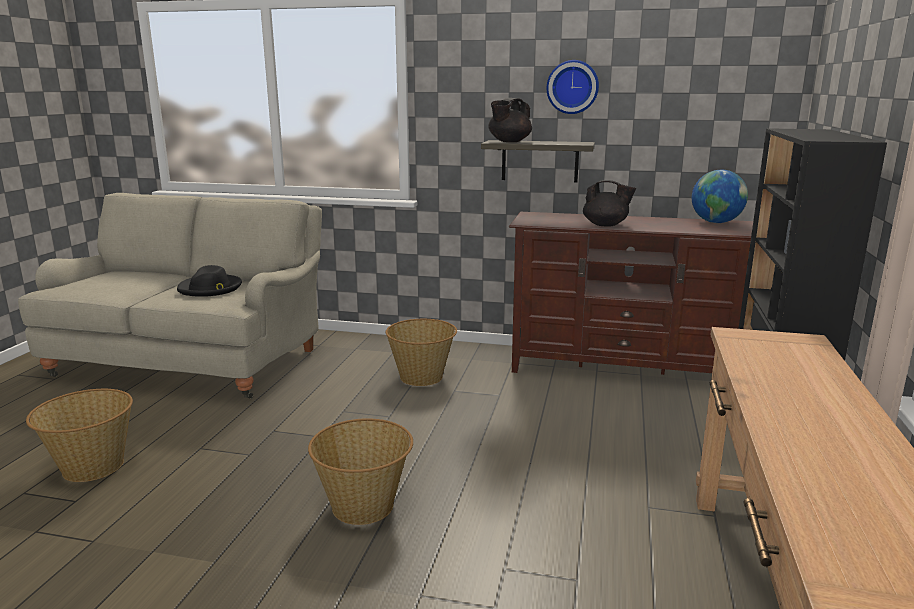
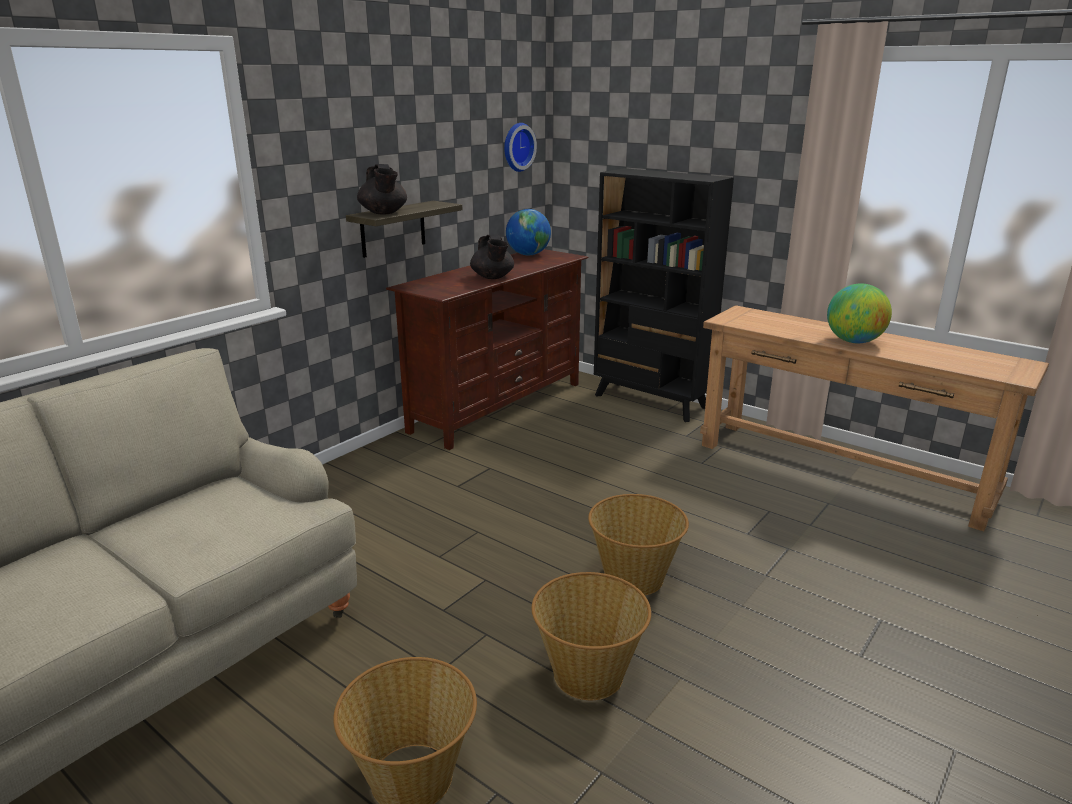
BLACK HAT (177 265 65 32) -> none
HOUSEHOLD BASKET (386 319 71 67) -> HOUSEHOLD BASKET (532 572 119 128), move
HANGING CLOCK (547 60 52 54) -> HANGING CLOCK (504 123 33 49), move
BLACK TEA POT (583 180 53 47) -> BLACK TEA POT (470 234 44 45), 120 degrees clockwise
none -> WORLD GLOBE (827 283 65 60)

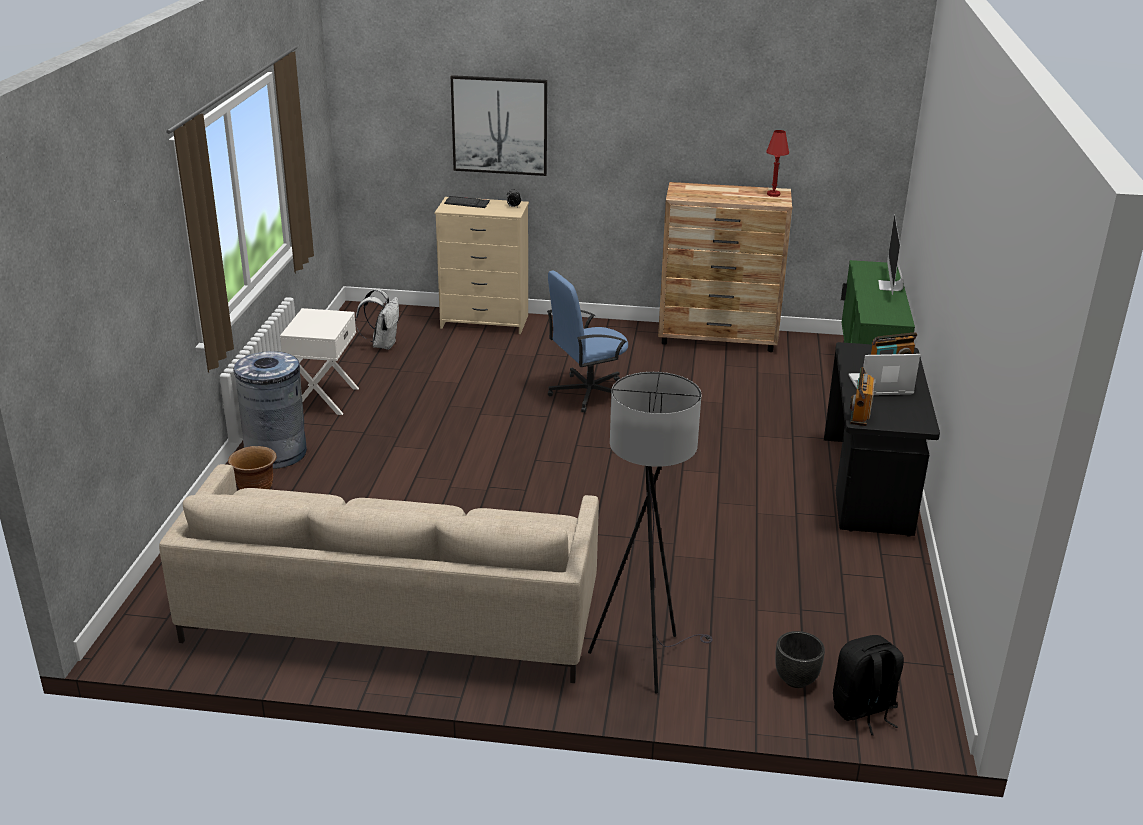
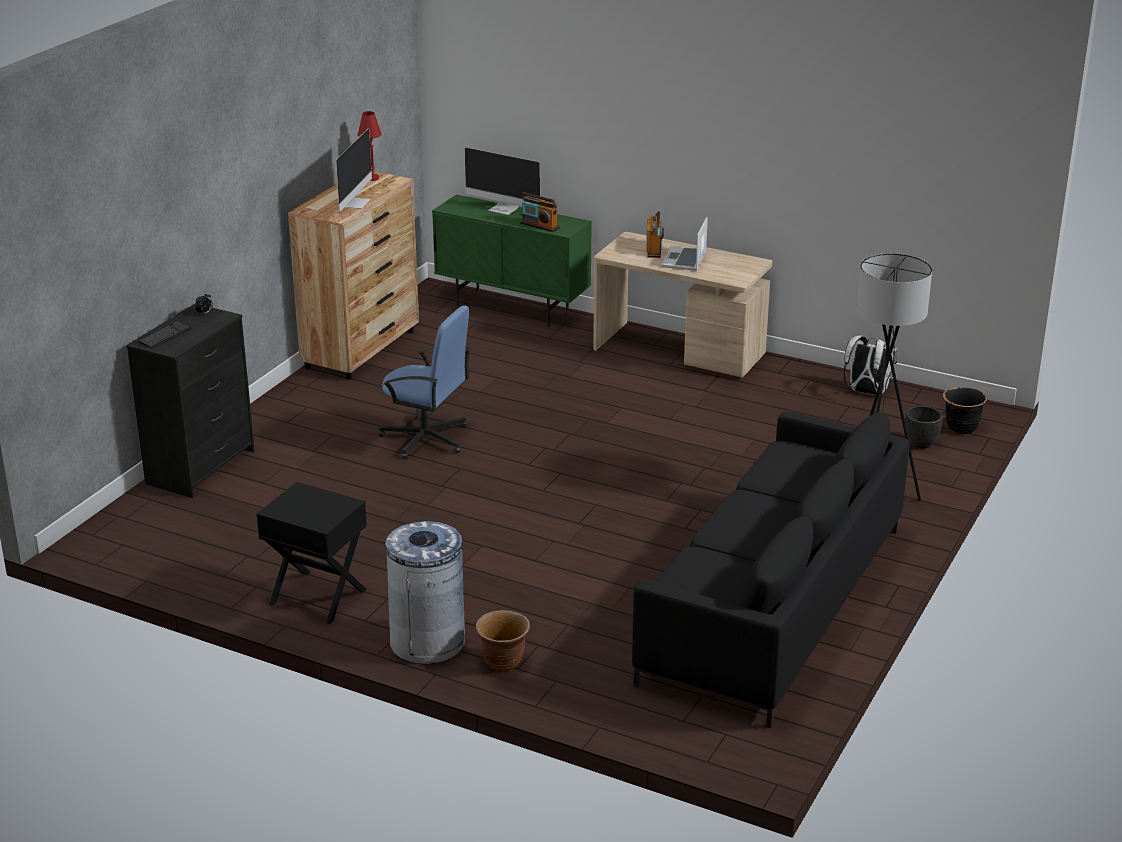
BEIGE-COLOURED COUCH (159 464 440 219) -> BLACK COUCH (632 412 278 316)
WHITE NIGHTSTAND (280 308 79 107) -> BLACK NIGHTSTAND (257 482 110 142)
WHITE RUCKSACK (355 289 44 61) -> WHITE RUCKSACK (844 336 54 59), move
BEIGE-COLOURED DRESSER (435 197 94 137) -> BLACK DRESSER (126 304 129 194)
WALL PICTURE (451 75 96 101) -> none
BLUISH DESK CHAIR (547 271 81 142) -> BLUISH DESK CHAIR (379 305 92 154), 60 degrees counterclockwise
BLACK DESK UNIT (824 342 116 195) -> BEIGE-COLOURED DESK UNIT (593 232 180 145)
BLACK RUCKSACK (833 635 71 100) -> BLACK FLOWER POT (942 387 46 47)
RADIO SET (850 367 25 59) -> RADIO SET (520 192 40 40), move
none -> MONITOR (336 128 36 84)

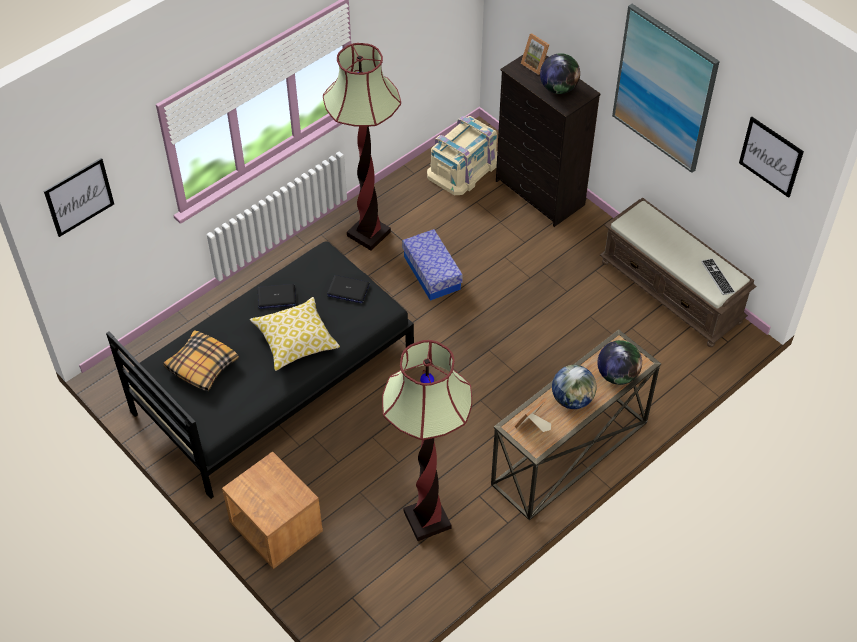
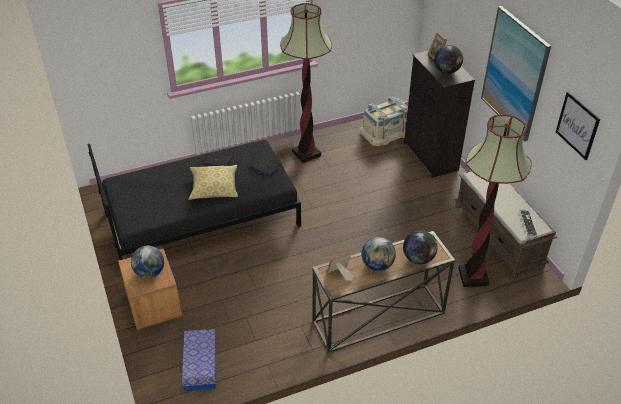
WALL PICTURE (44 158 70 79) -> none
PILLOW (163 330 76 61) -> none
FLOOR LAMP (382 340 90 201) -> FLOOR LAMP (458 114 74 173), move
STORAGE CONTAINER (402 229 61 72) -> STORAGE CONTAINER (182 329 34 62), move
none -> WORLD GLOBE (131 246 33 33)

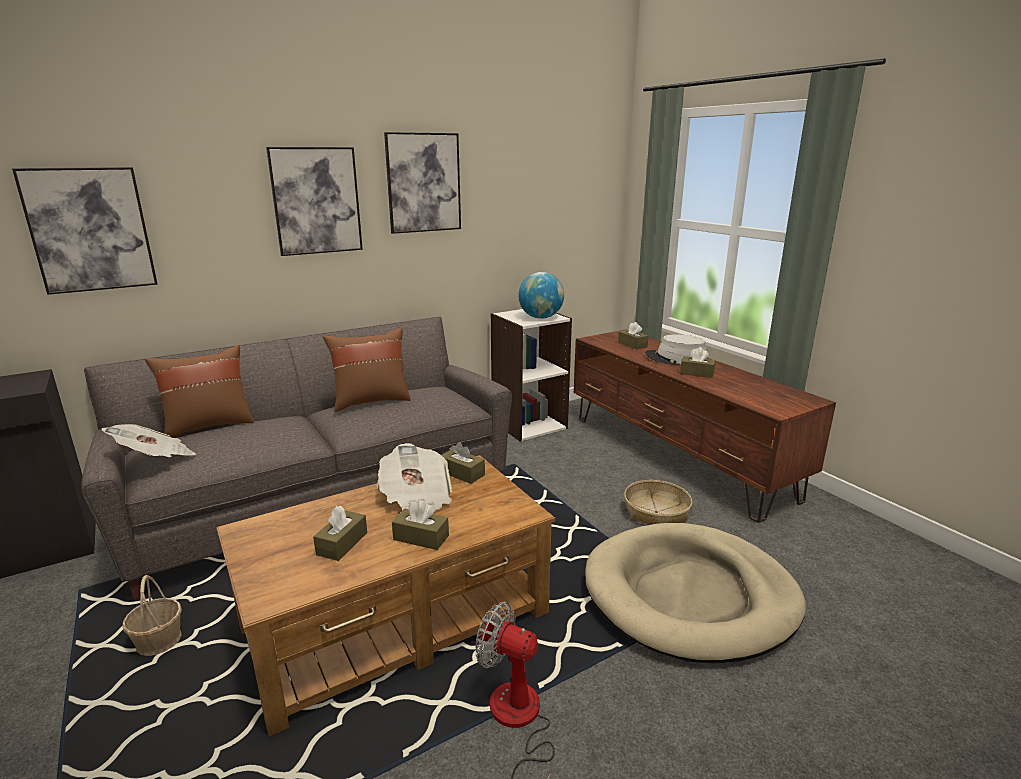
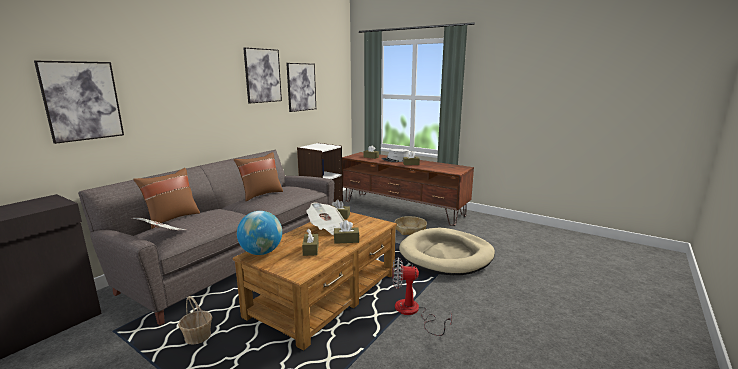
WALL PICTURE (266 147 97 109) -> WALL PICTURE (286 63 30 49), move
WORLD GLOBE (518 272 46 47) -> WORLD GLOBE (237 211 45 44), move

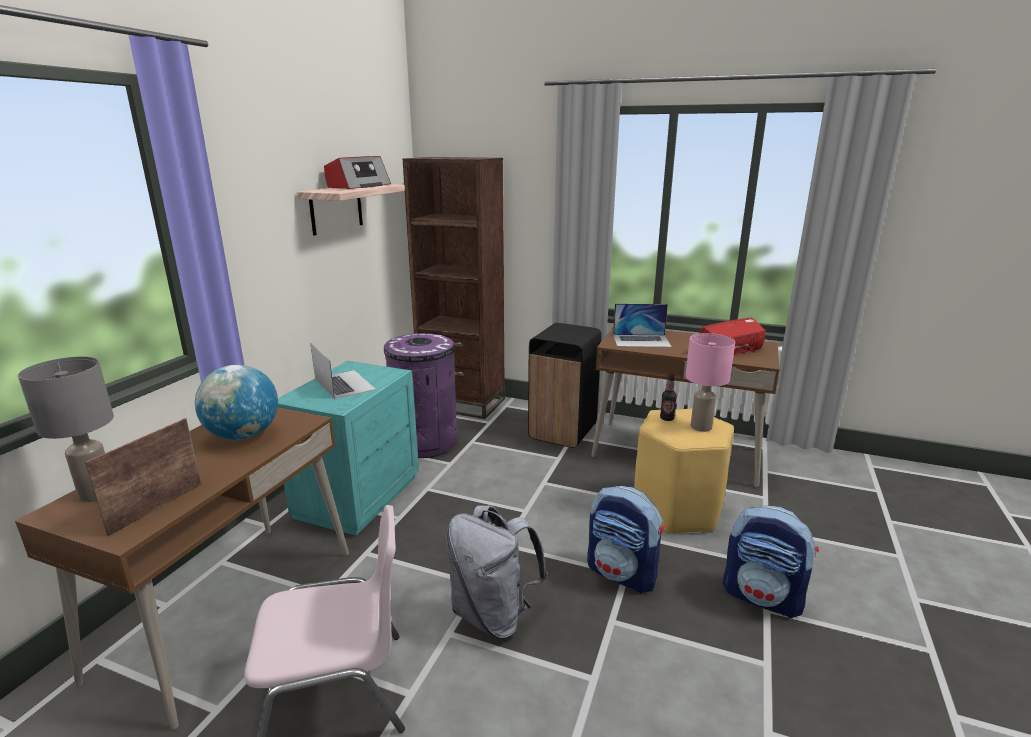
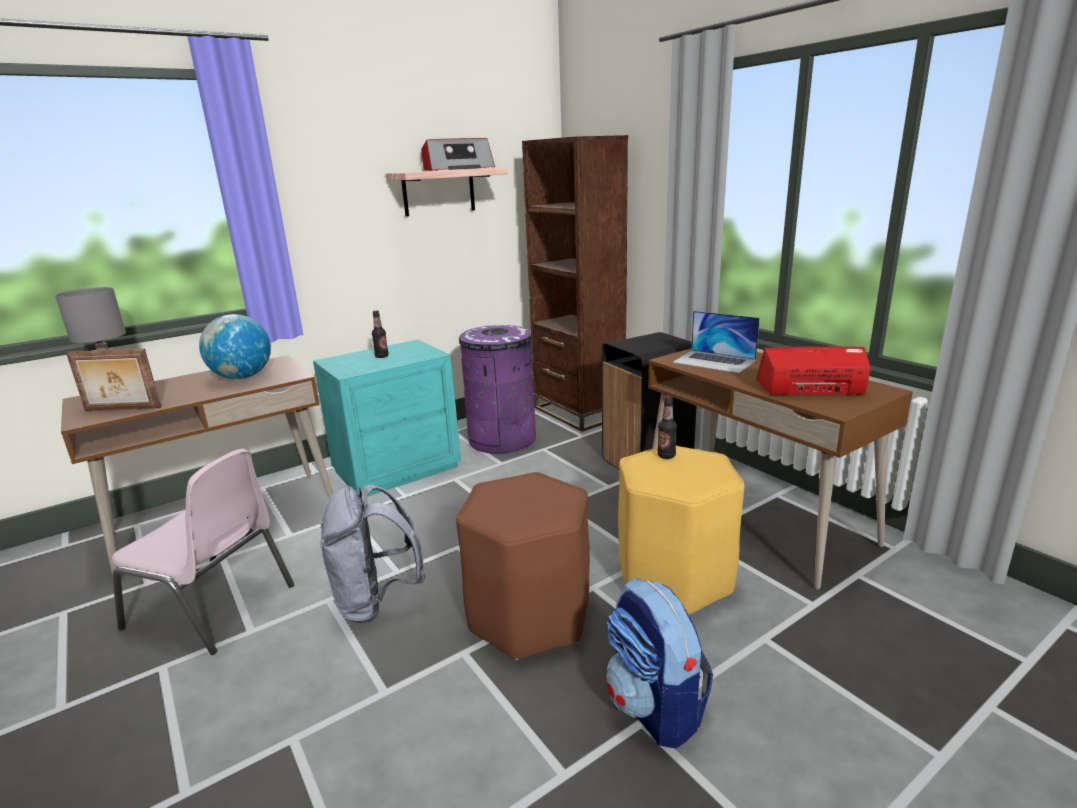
PICTURE FRAME (85 418 116 118) -> PICTURE FRAME (66 349 95 62), 150 degrees counterclockwise
LAPTOP (310 343 66 56) -> BEVERAGE BOTTLE (372 310 17 48)
RUCKSACK (587 486 78 107) -> BROWNISH SITTING STOOL (456 472 134 188)
PINK LAMP FOR A TABLE (685 333 50 99) -> none

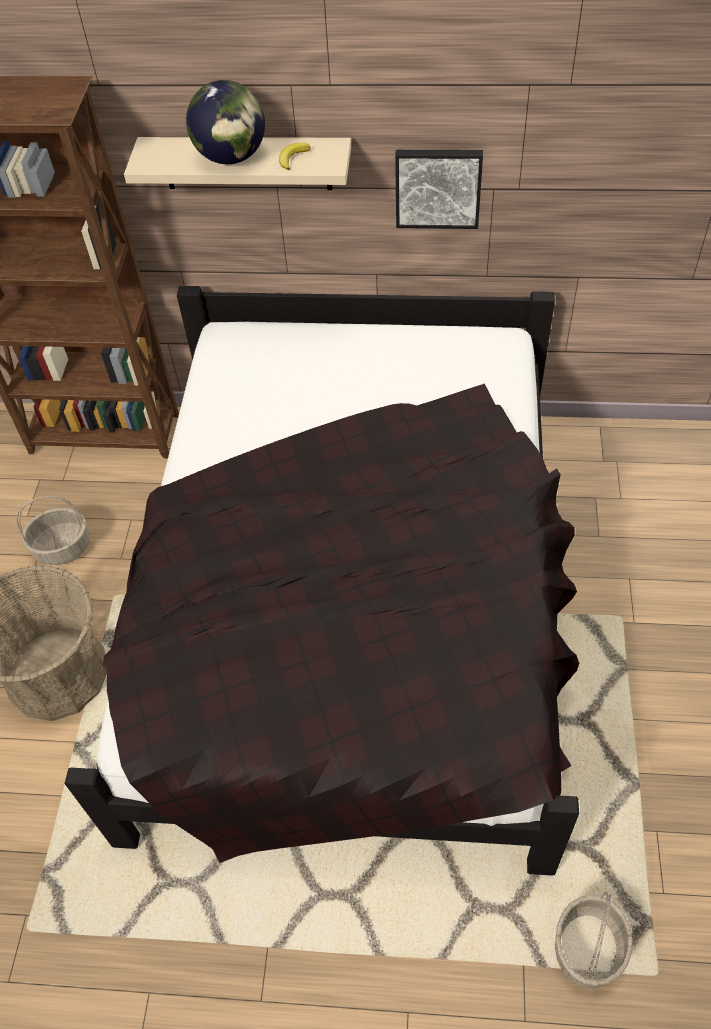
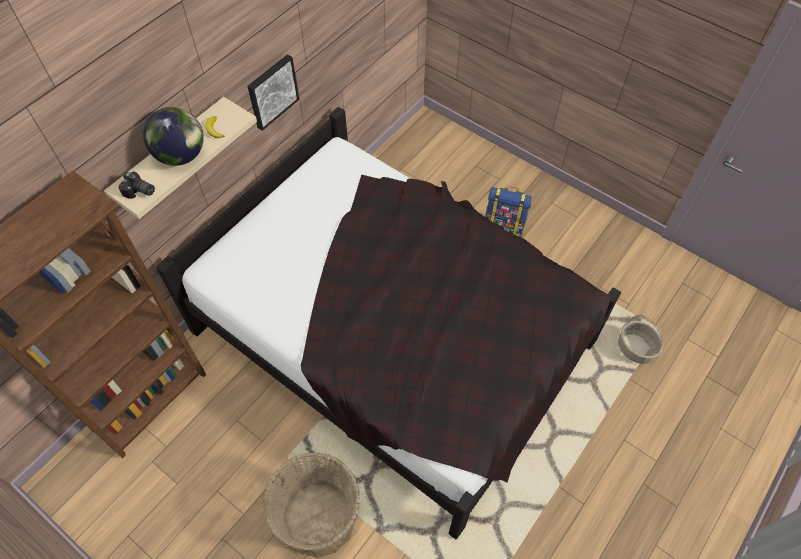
HOUSEHOLD BASKET (17 496 73 69) -> none
none -> STILL CAMERA (118 171 37 28)
none -> RUCKSACK (485 186 47 52)

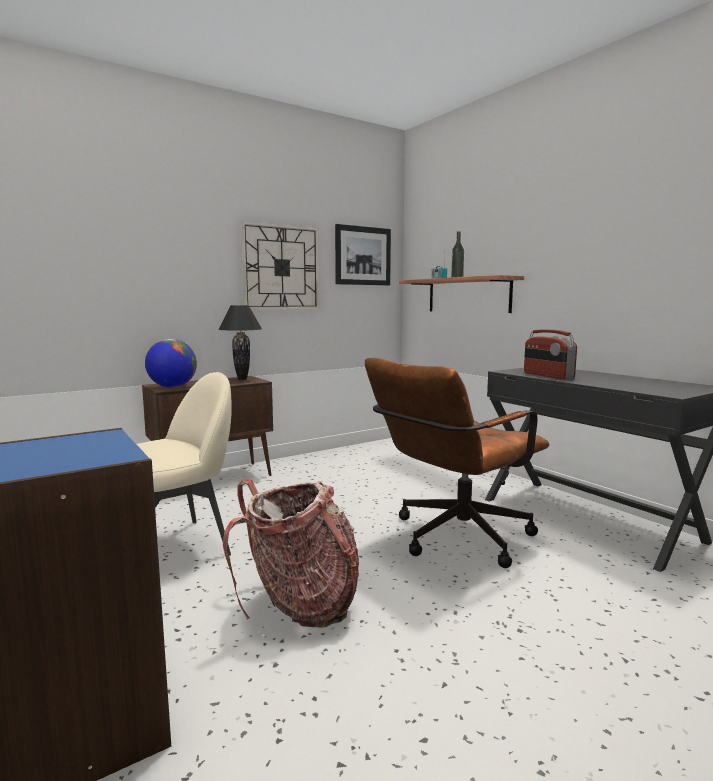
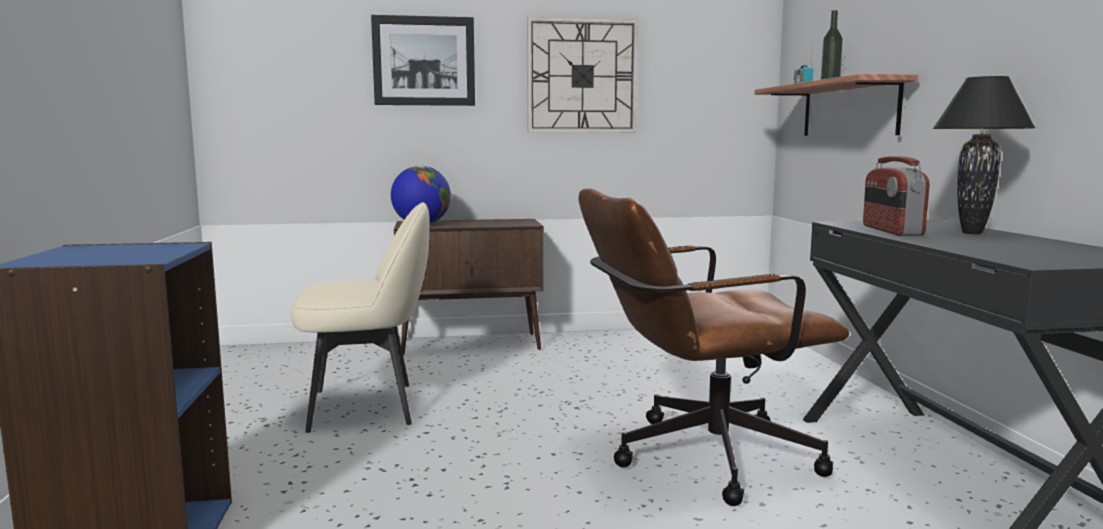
BLACK LAMP FOR A TABLE (218 305 44 75) -> BLACK LAMP FOR A TABLE (932 76 104 158), move
RUCKSACK (223 479 136 149) -> none
WALL PICTURE (335 224 56 61) -> WALL PICTURE (371 15 104 91), move

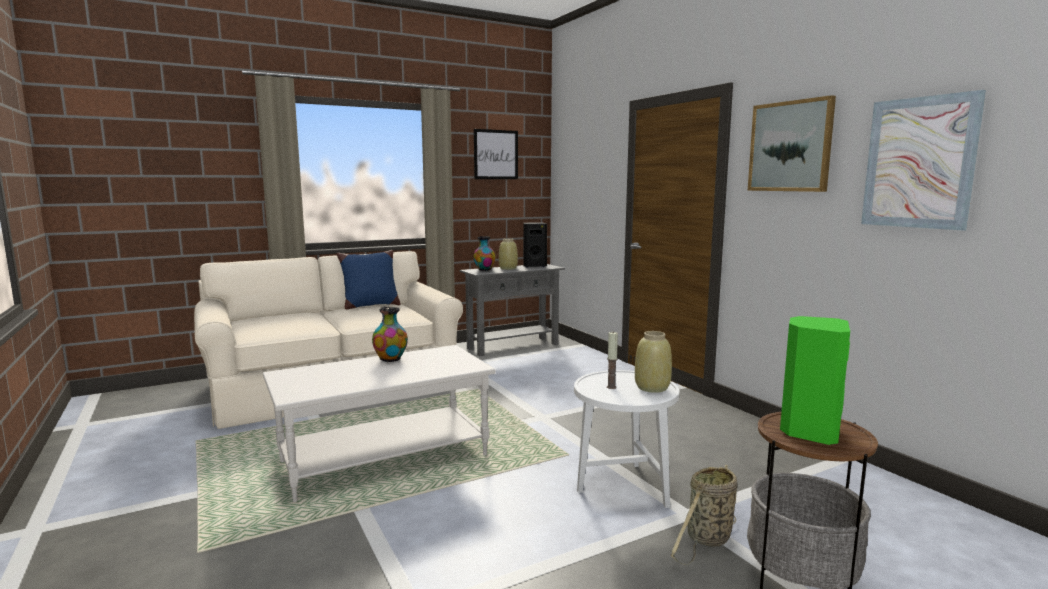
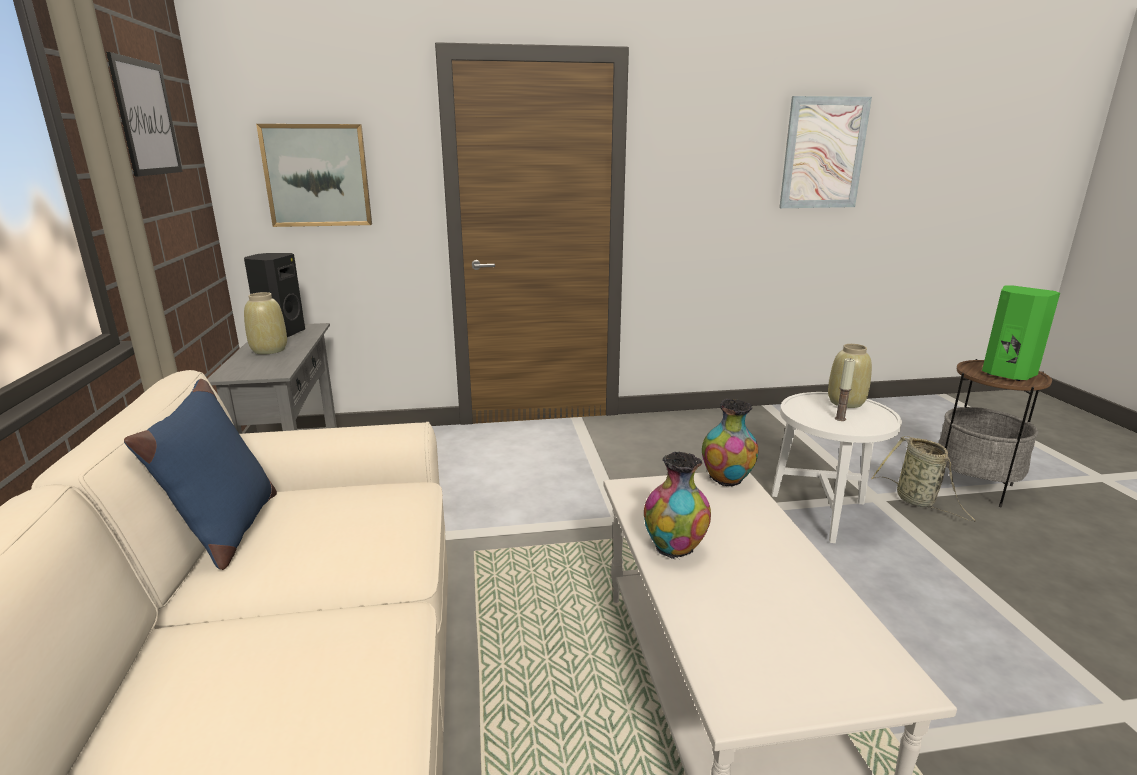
FLOWER VASE (473 236 23 35) -> FLOWER VASE (702 398 56 88), move
WALL PICTURE (748 95 88 97) -> WALL PICTURE (256 124 116 103), move

